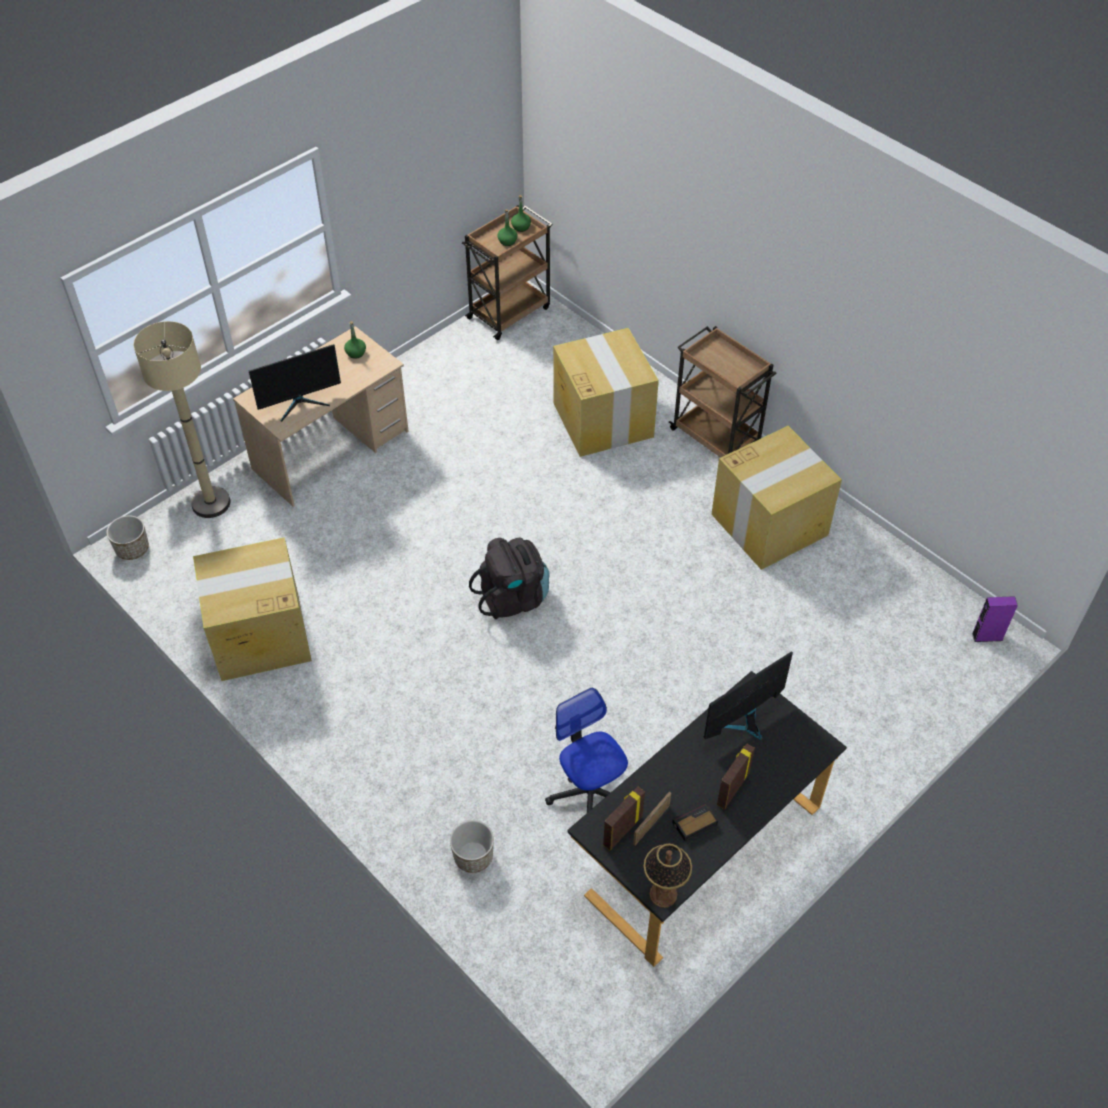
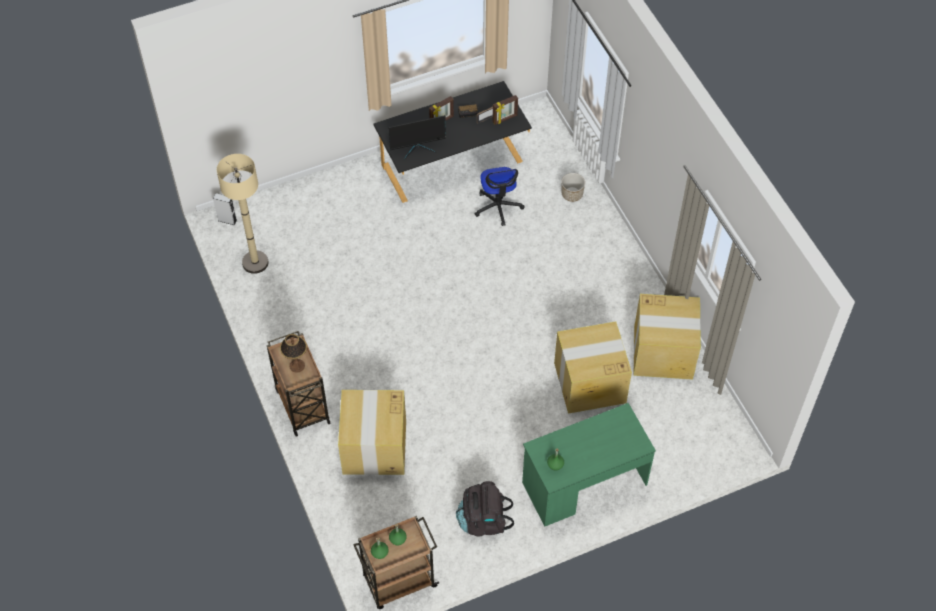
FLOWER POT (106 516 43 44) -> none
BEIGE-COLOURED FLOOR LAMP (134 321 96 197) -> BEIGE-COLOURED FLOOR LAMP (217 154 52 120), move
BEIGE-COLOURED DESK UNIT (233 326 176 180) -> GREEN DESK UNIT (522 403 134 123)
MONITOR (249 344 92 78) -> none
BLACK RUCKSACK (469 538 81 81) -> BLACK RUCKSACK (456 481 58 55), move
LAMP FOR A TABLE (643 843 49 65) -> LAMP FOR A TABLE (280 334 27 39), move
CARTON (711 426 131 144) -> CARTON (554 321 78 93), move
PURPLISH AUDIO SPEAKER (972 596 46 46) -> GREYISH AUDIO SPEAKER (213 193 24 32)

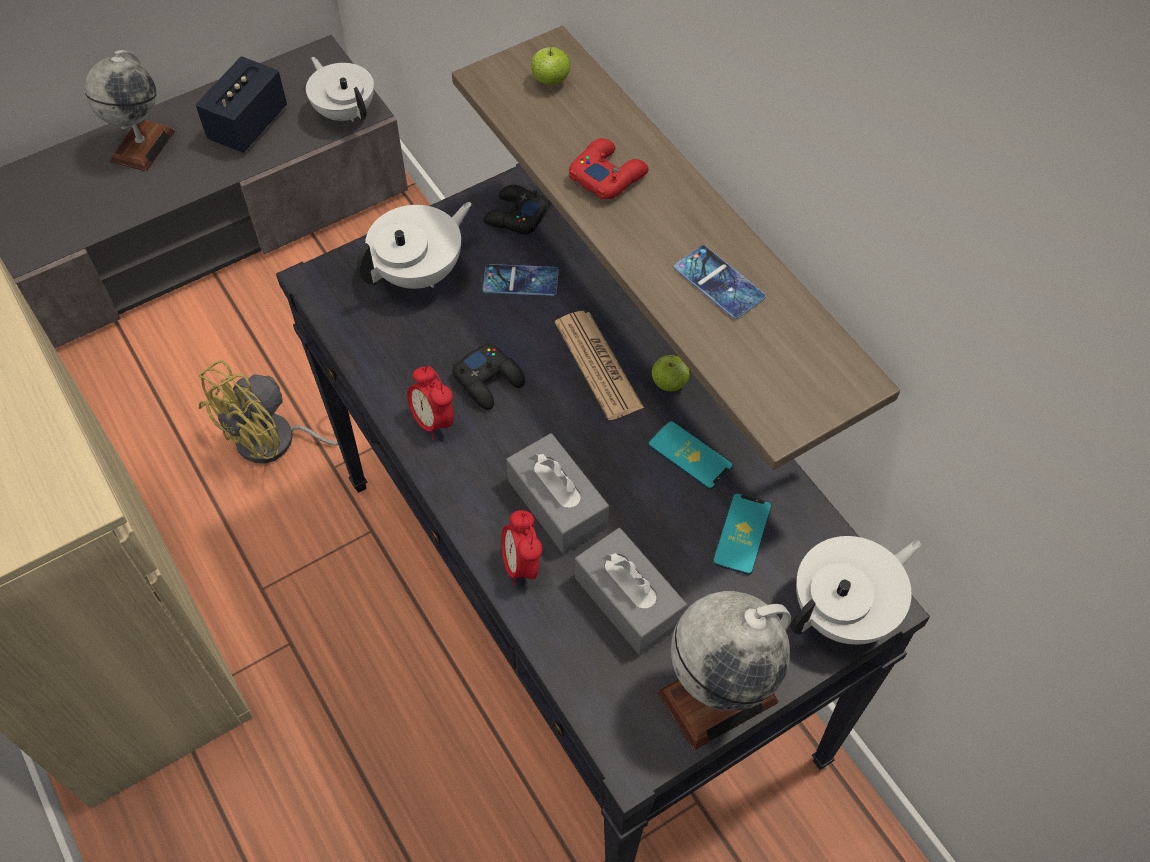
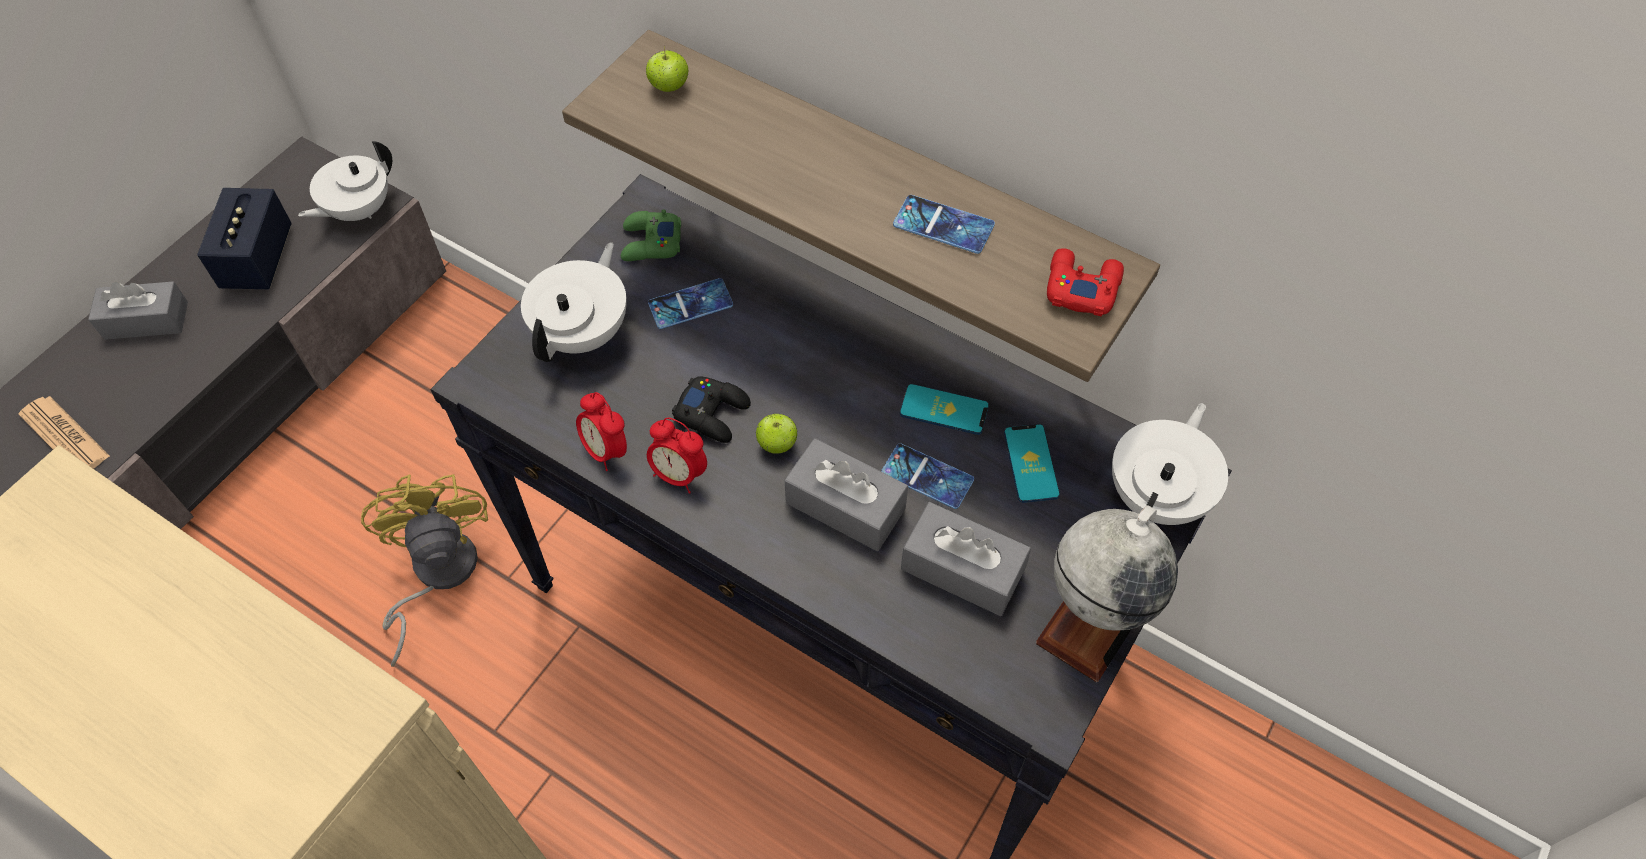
WORLD GLOBE (85 50 90 121) -> GREYISH TISSUE HOLDER (88 281 100 59)
YELLOW-COLOURED COOLING FAN (198 360 140 104) -> YELLOW-COLOURED COOLING FAN (361 474 127 193), 150 degrees clockwise
WHITE TEA POT (306 57 68 65) -> WHITE TEA POT (298 141 94 80), 75 degrees counterclockwise
BLACK JOYPAD (483 185 66 50) -> GREEN JOYPAD (621 209 60 52)
TABLE CLOCK (501 510 42 76) -> TABLE CLOCK (576 392 51 79), move
NEWSPAPER (555 311 89 109) -> NEWSPAPER (18 396 92 73), move
RED-COLOURED JOYPAD (569 138 80 62) -> RED-COLOURED JOYPAD (1047 248 77 69), move
WHOLE APPLE (651 355 39 36) -> WHOLE APPLE (756 414 41 40), move
none -> TELEPHONE (881 443 93 66)

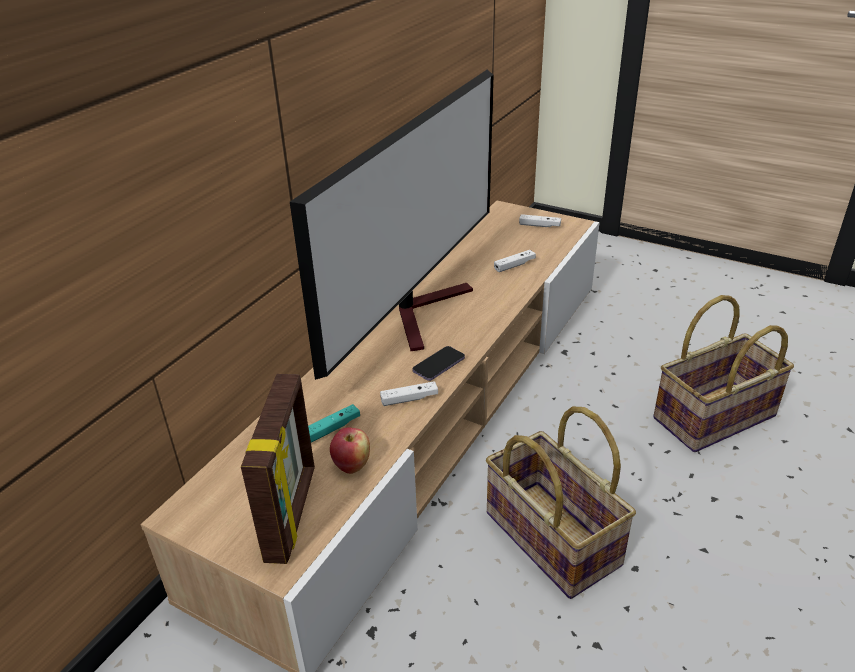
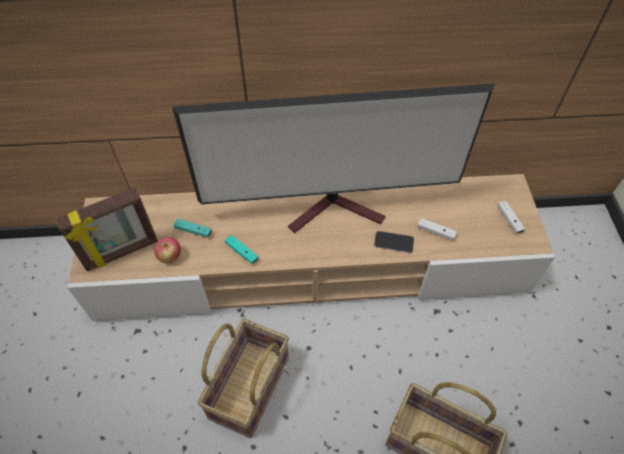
WHITE JOYPAD (380 381 58 25) -> TURQUOISE JOYPAD (225 235 34 29)
TELEPHONE (413 346 52 35) -> TELEPHONE (374 231 40 22), move

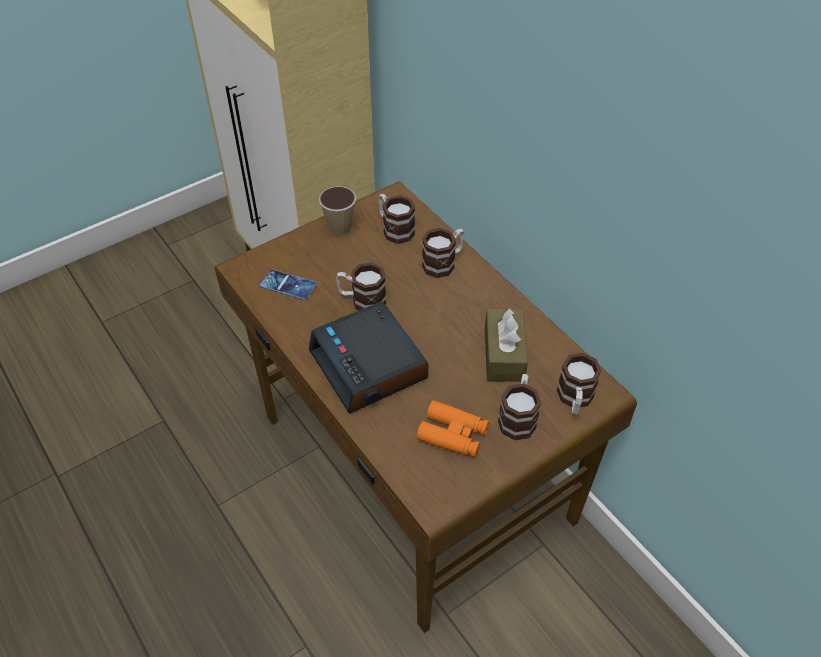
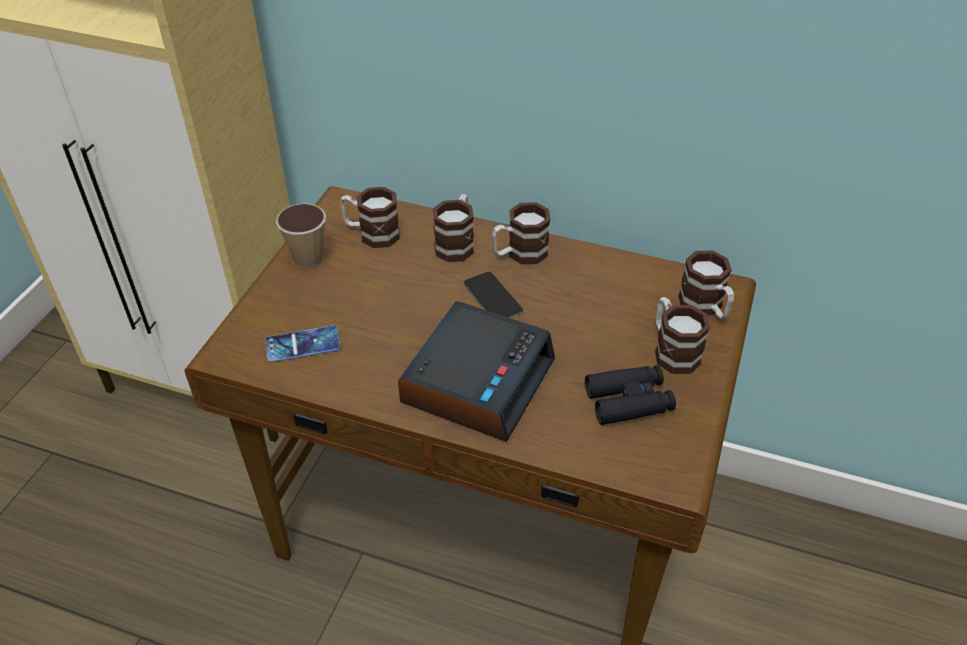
TABLE CLOCK (309 302 120 112) -> TABLE CLOCK (398 301 157 141), 90 degrees counterclockwise
TEA MUG (336 262 51 48) -> TEA MUG (492 202 58 62), move
ORANGE PAIR OF BINOCULARS (416 400 73 58) -> BLACK PAIR OF BINOCULARS (585 365 91 60)
BROWNISH TISSUE HOLDER (485 308 43 74) -> none
none -> TELEPHONE (464 272 59 46)

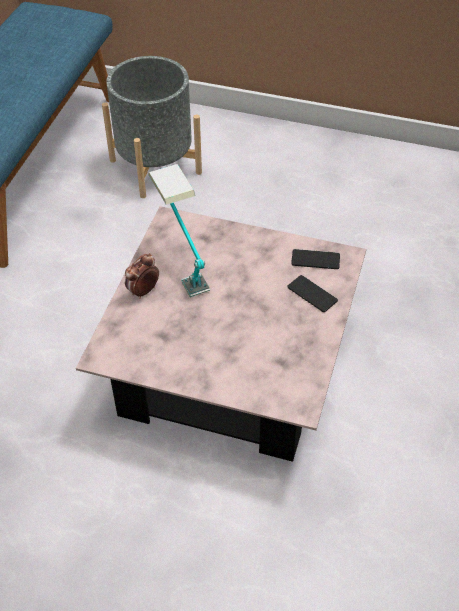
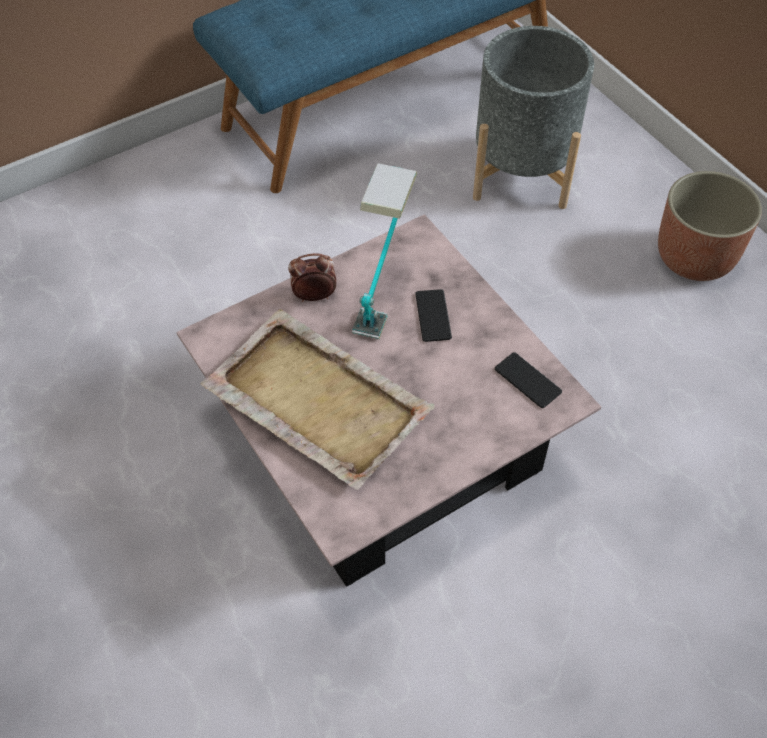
TELEPHONE (287 275 51 37) -> TELEPHONE (415 289 37 53), move
none -> BEIGE-COLOURED TRAY (200 309 235 181)
none -> FLOWER POT (658 171 104 110)

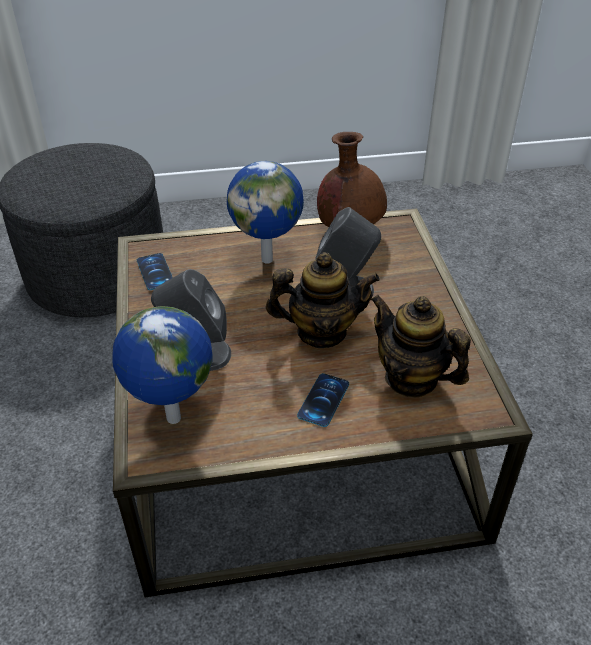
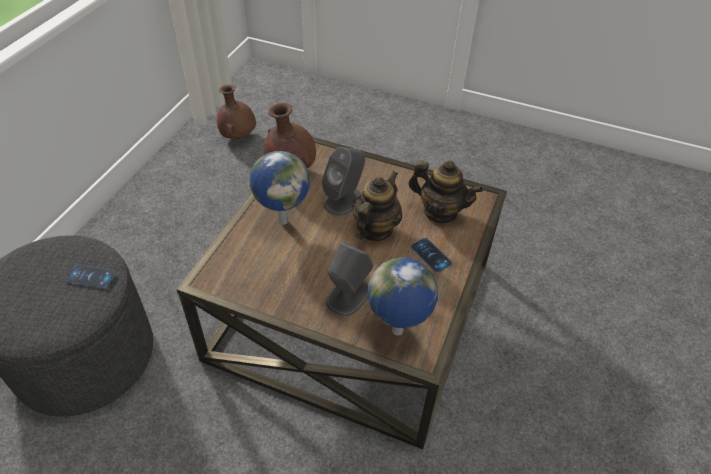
TELEPHONE (137 253 36 37) -> TELEPHONE (65 265 50 23), move
TEA POT (371 295 100 103) -> TEA POT (408 160 75 63), 135 degrees counterclockwise
none -> BROWNISH FLOWER VASE (217 85 39 54)

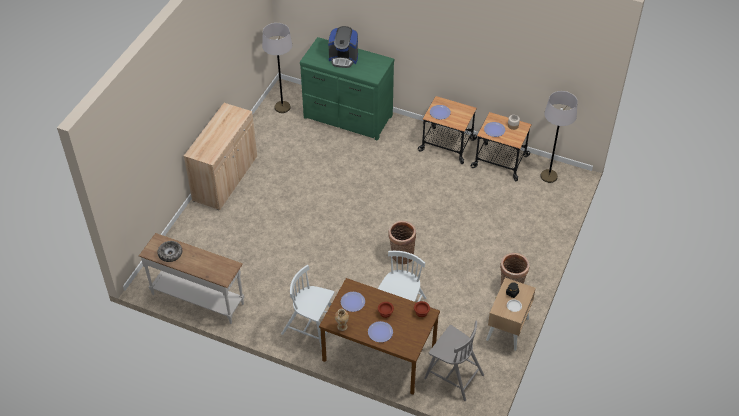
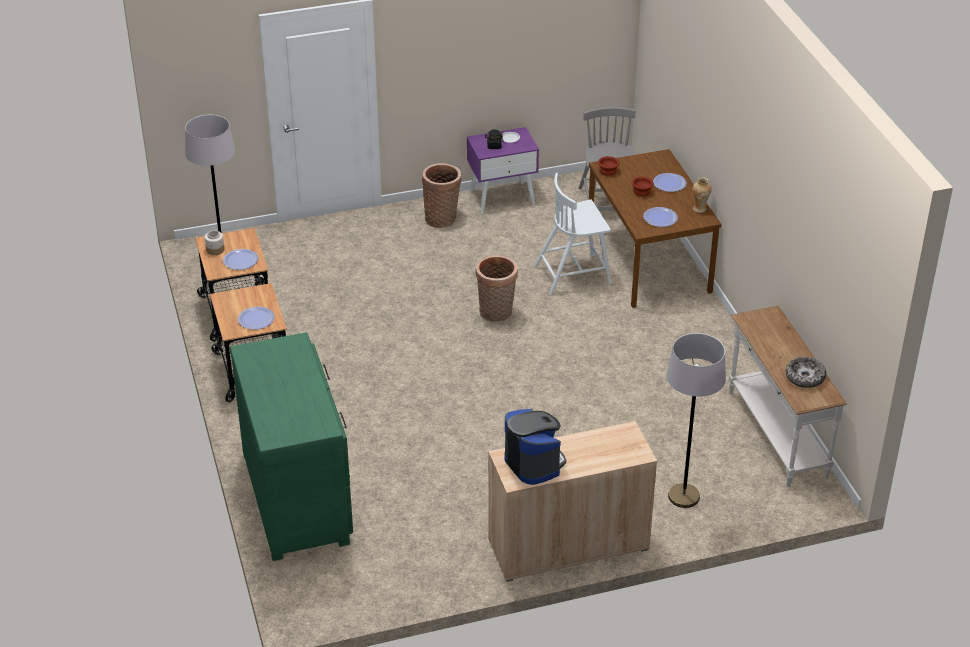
GREYISH FLOOR LAMP (262 23 30 90) -> GREYISH FLOOR LAMP (667 333 59 175), move
WHITE PLAIN CHAIR (281 265 53 85) -> none
COFFEE BREWER (328 26 30 42) -> COFFEE BREWER (504 409 62 76), move
BEIGE-COLOURED NIGHTSTAND (486 278 50 73) -> PURPLISH NIGHTSTAND (467 127 72 87)

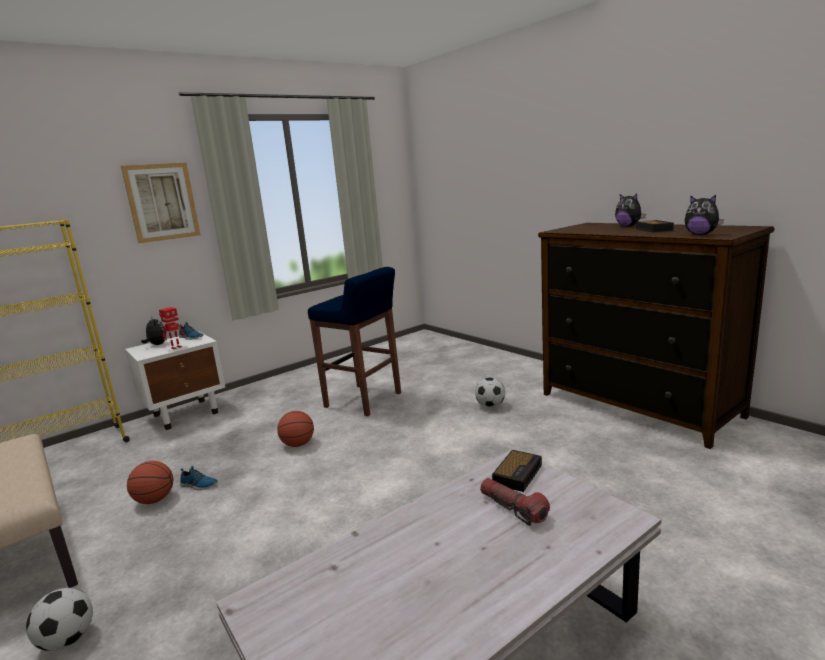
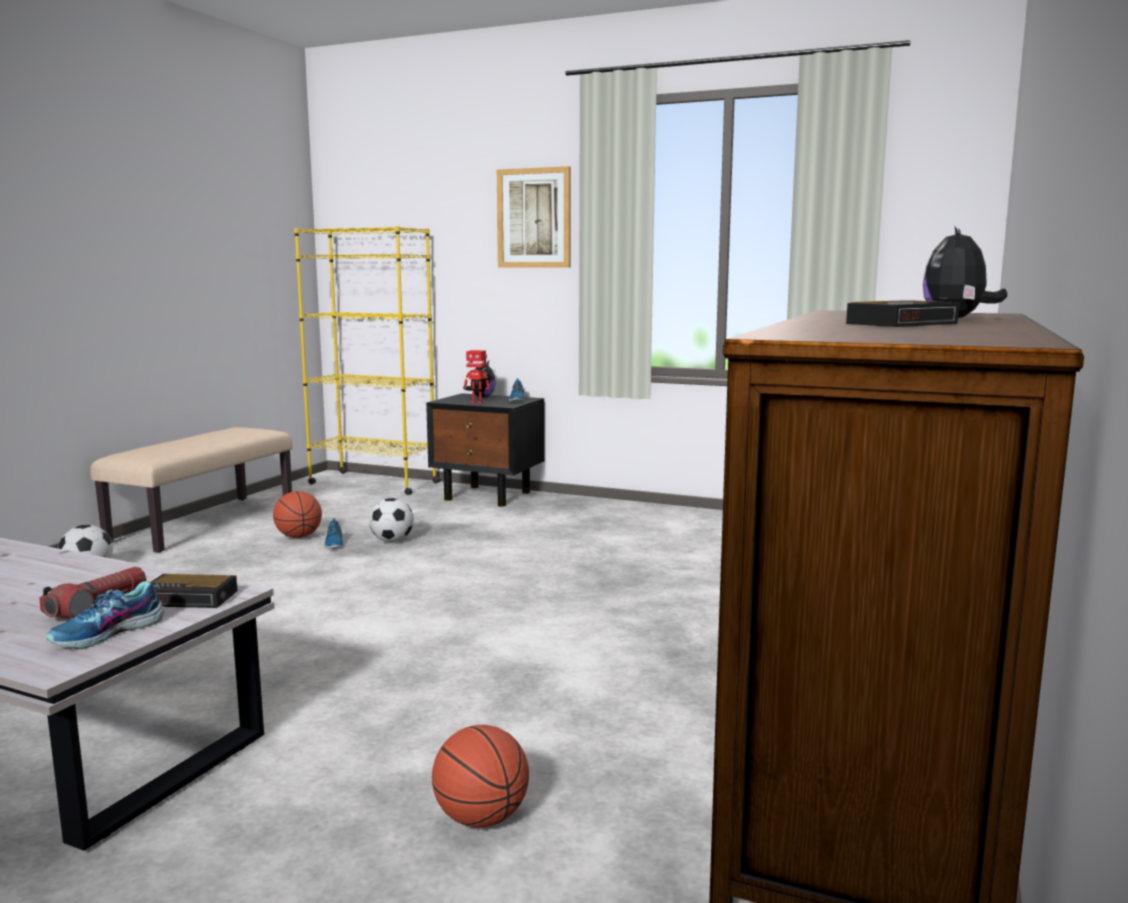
WHITE NIGHTSTAND (125 331 101 99) -> BLACK NIGHTSTAND (426 393 118 114)
BALL FOR BASKETBALL (277 411 37 36) -> BALL FOR BASKETBALL (432 725 97 103), move
BLUISH SITTING STOOL (308 267 93 149) -> none
BALL FOR FOOTBALL (475 377 30 31) -> BALL FOR FOOTBALL (369 498 45 44), move
CUDDLY TOY (684 195 40 40) -> none
none -> SHOE (46 581 118 68)

